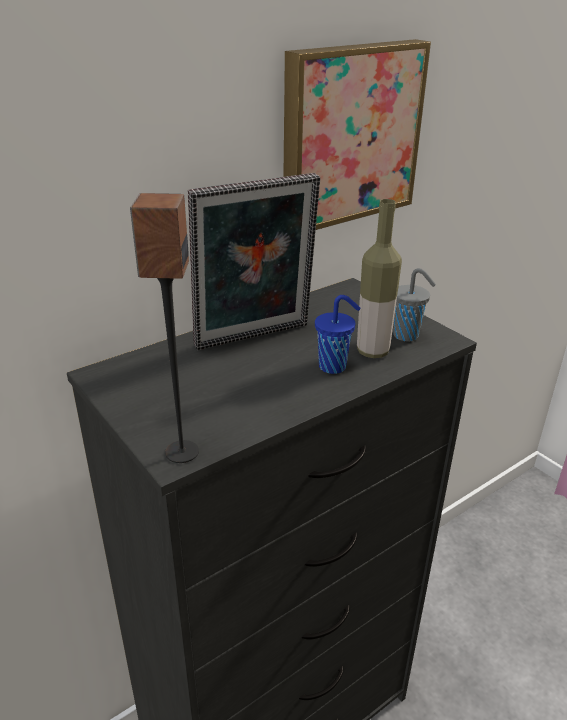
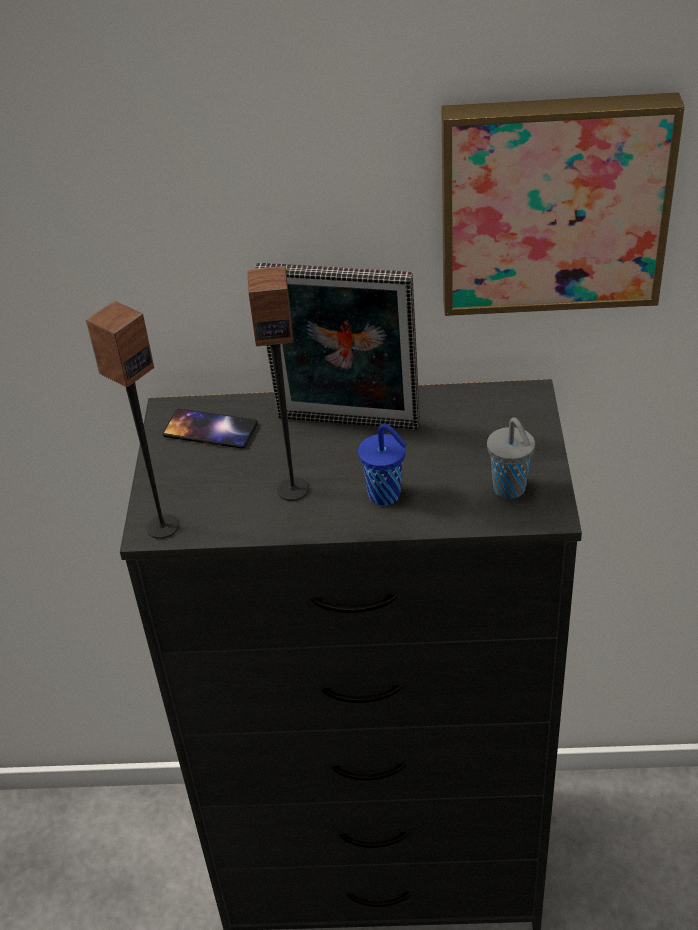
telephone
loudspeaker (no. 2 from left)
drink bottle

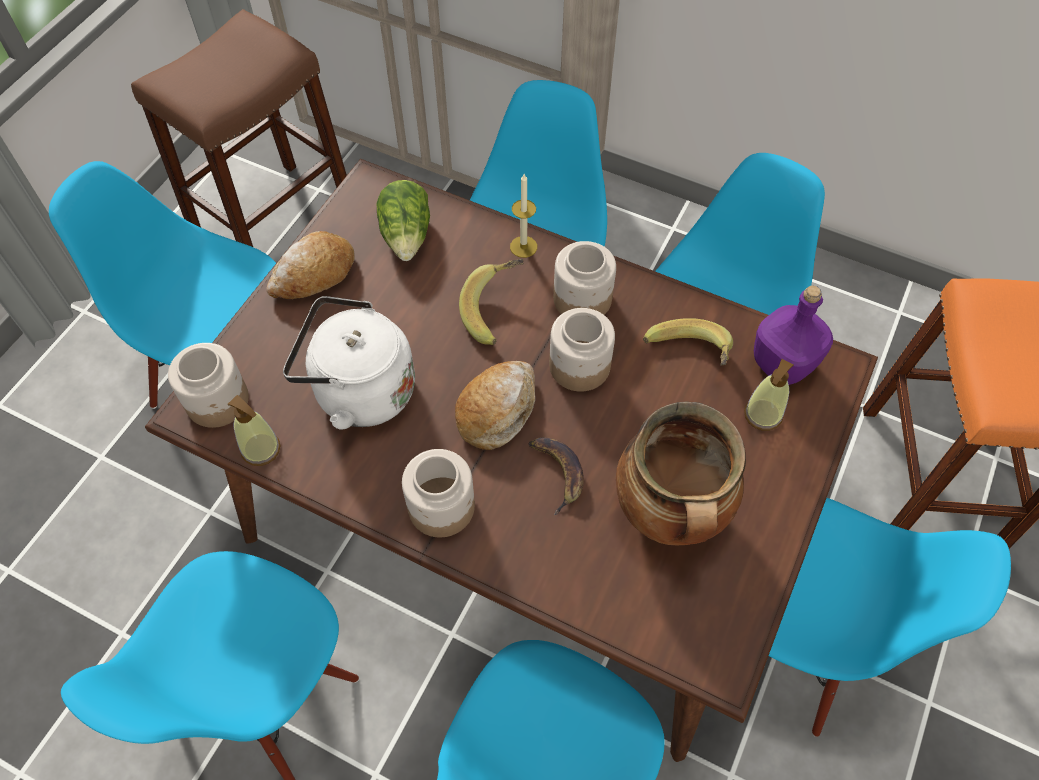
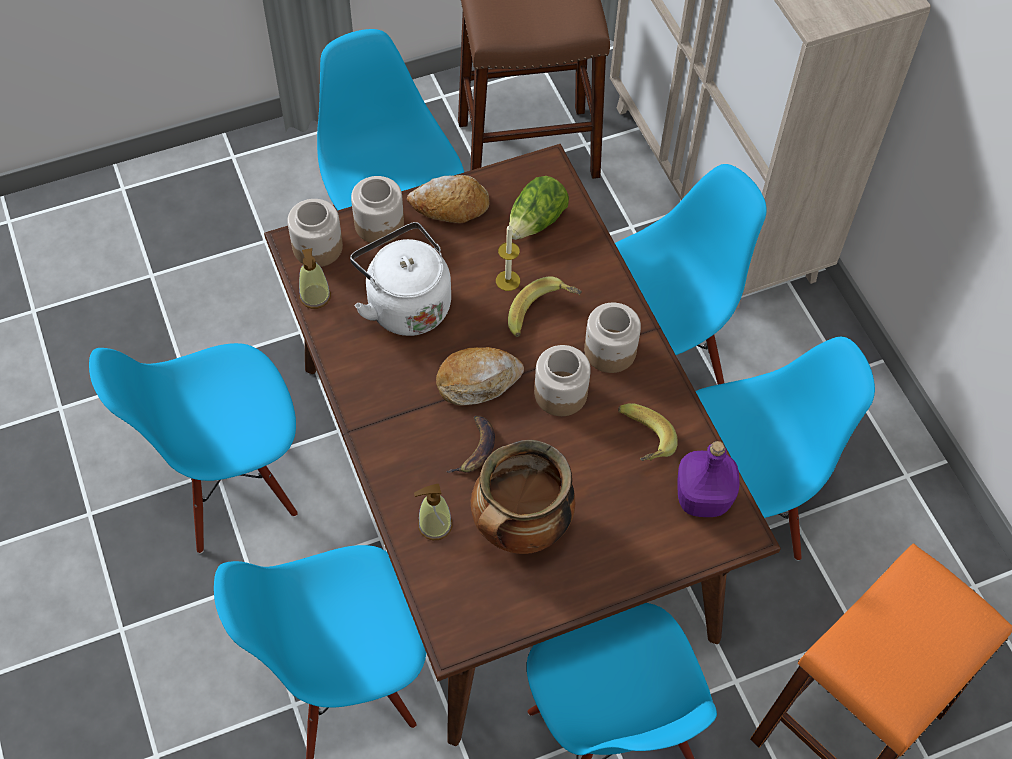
storage jar (no. 2 from left)
liquid soap bottle (no. 2 from left)
wax light

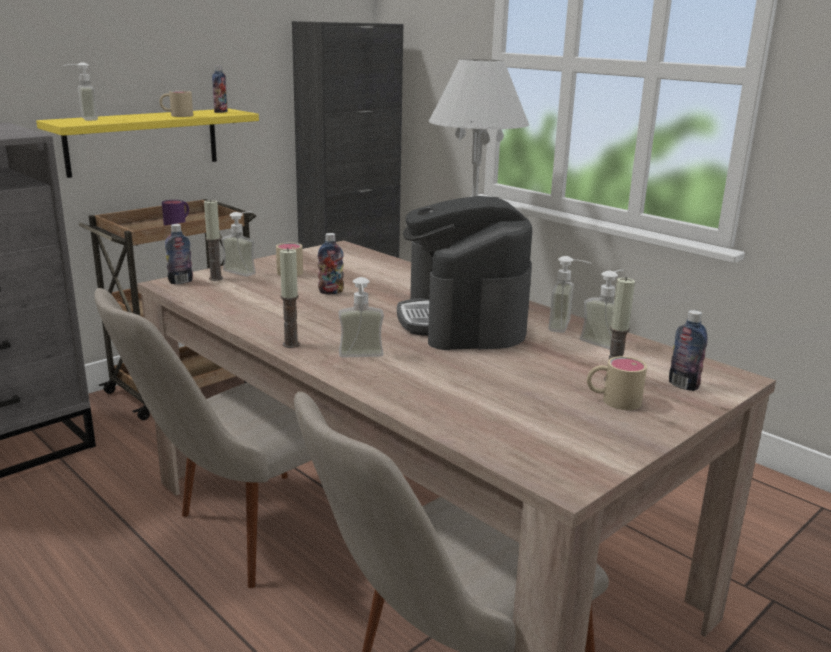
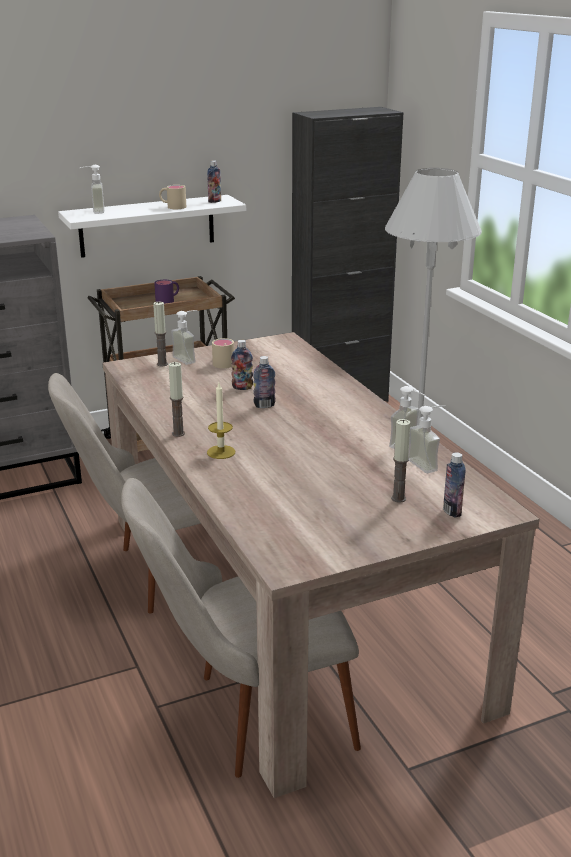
white-coloured wall shelf
wax light (no. 3 from left)
drink bottle (no. 3 from left)
coffee maker
beige tea mug (no. 3 from left in the first image)

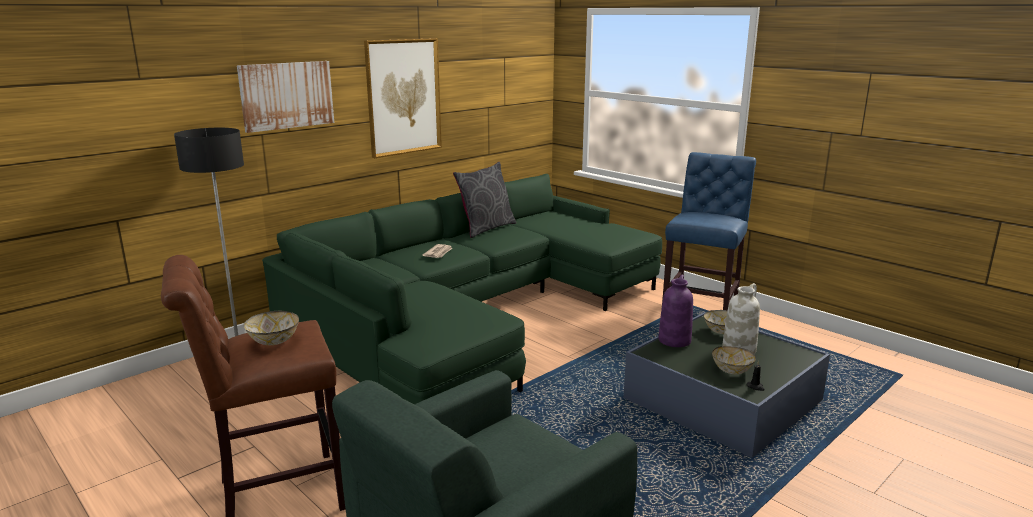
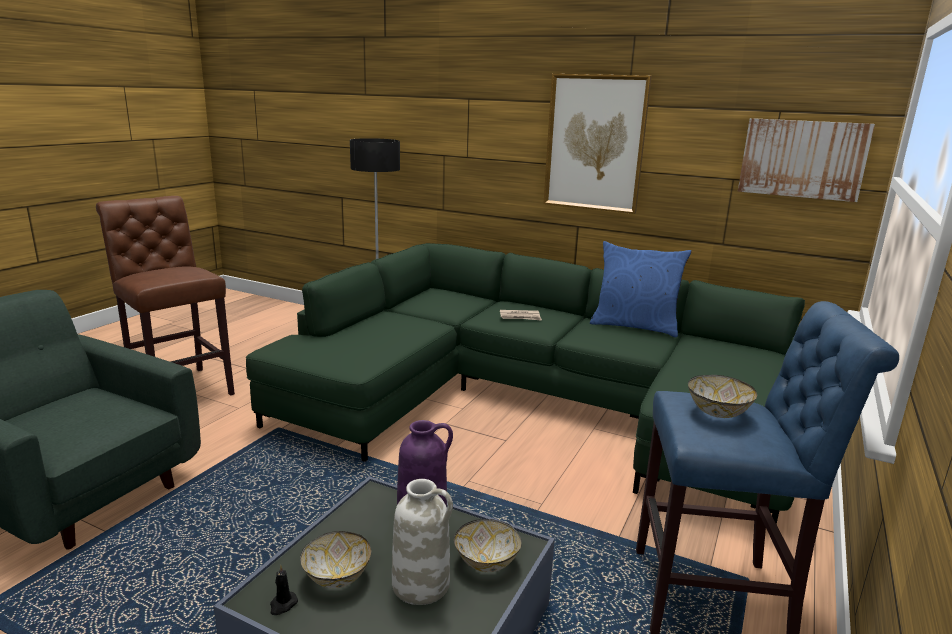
bluish cushion
serving bowl (no. 3 from left)
wall picture (no. 2 from left)

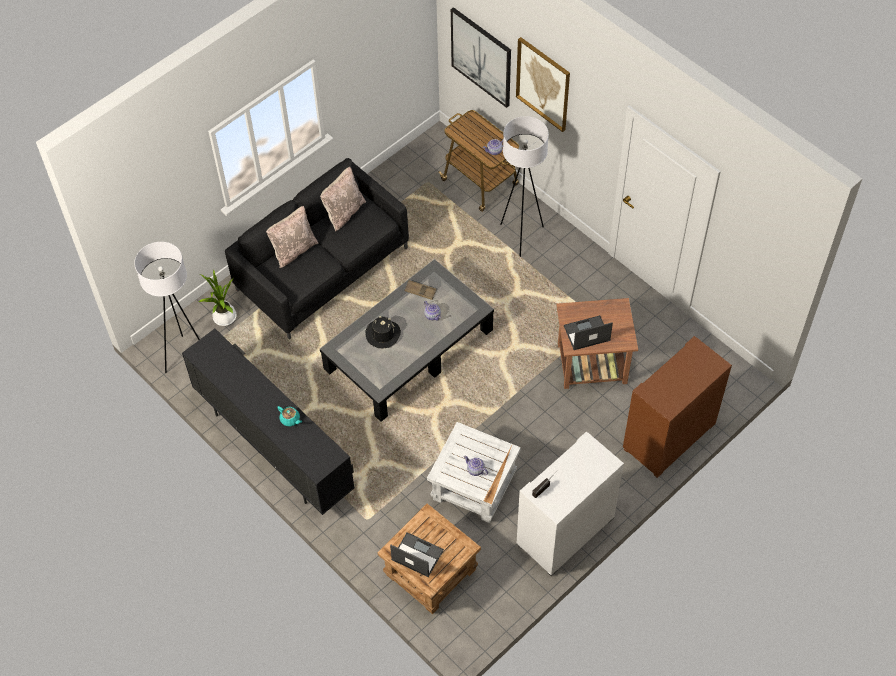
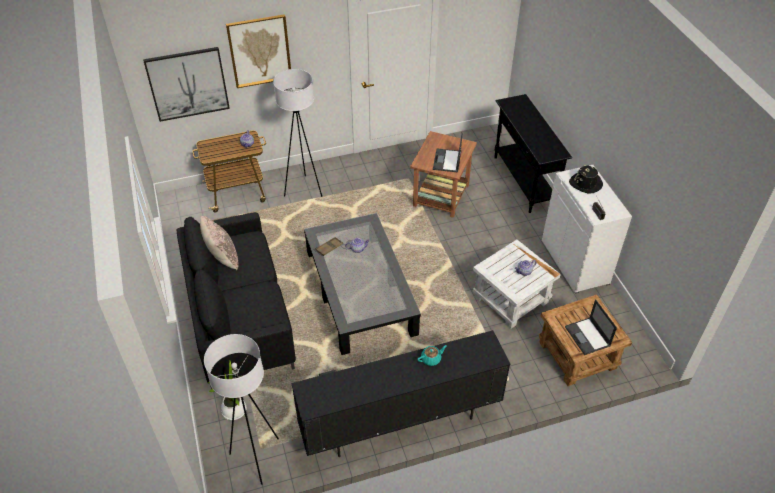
black console table
laptop (no. 2 from left)
black wearable hat
beige cushion (no. 1 from left in the first image)

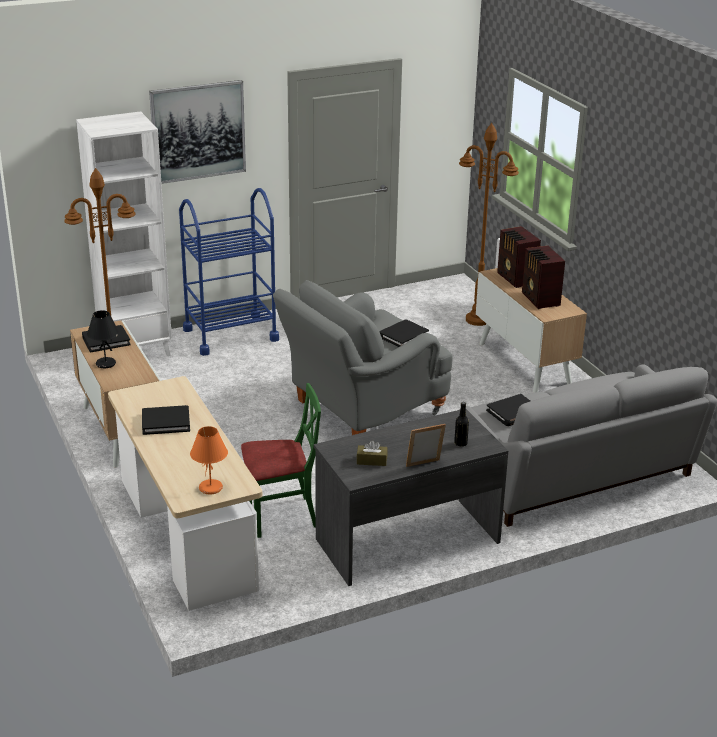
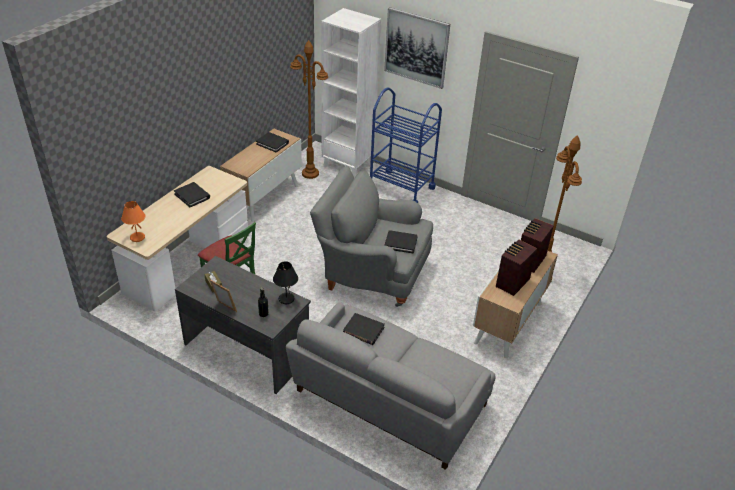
black table lamp

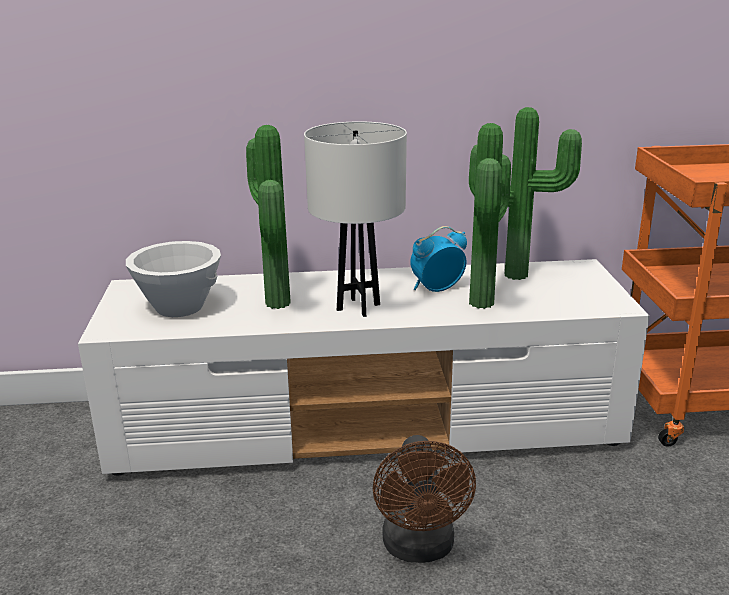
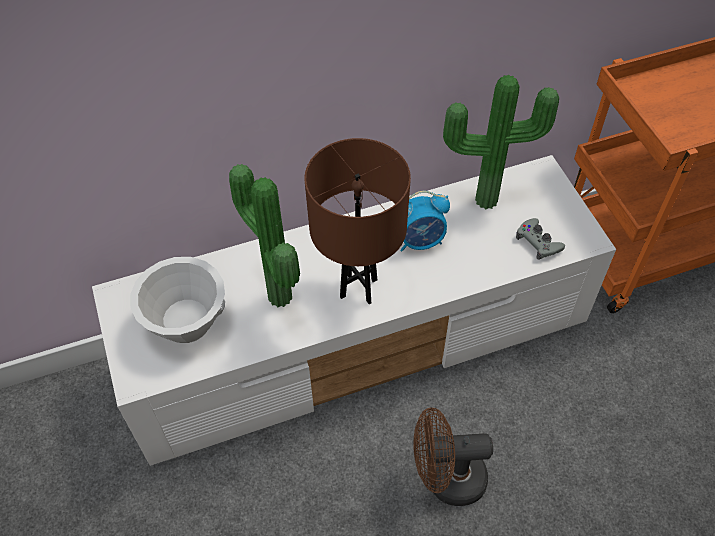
brown-coloured table lamp
table clock
brown-coloured electric fan
gray game controller
plant in a pot (no. 2 from left in the first image)

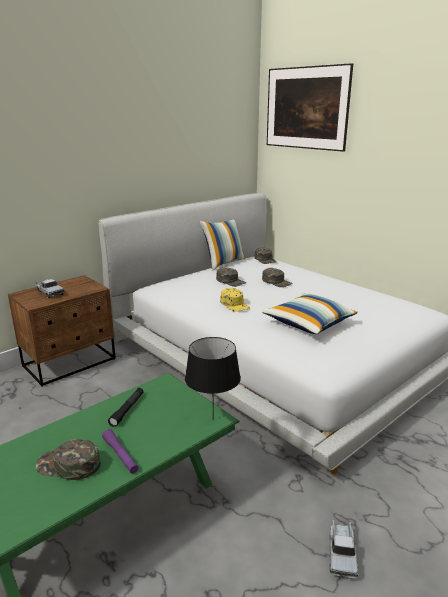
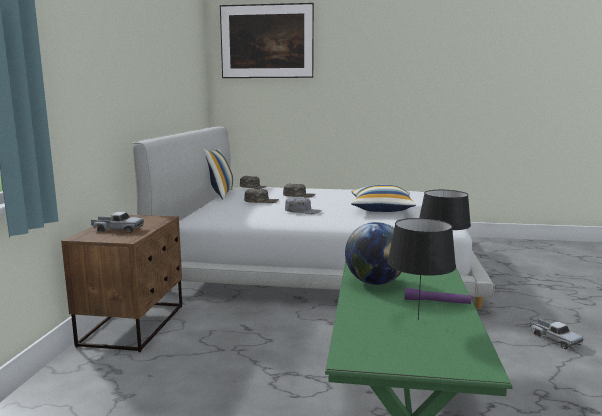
gray baseball cap
world globe
black table lamp (no. 1 from left)

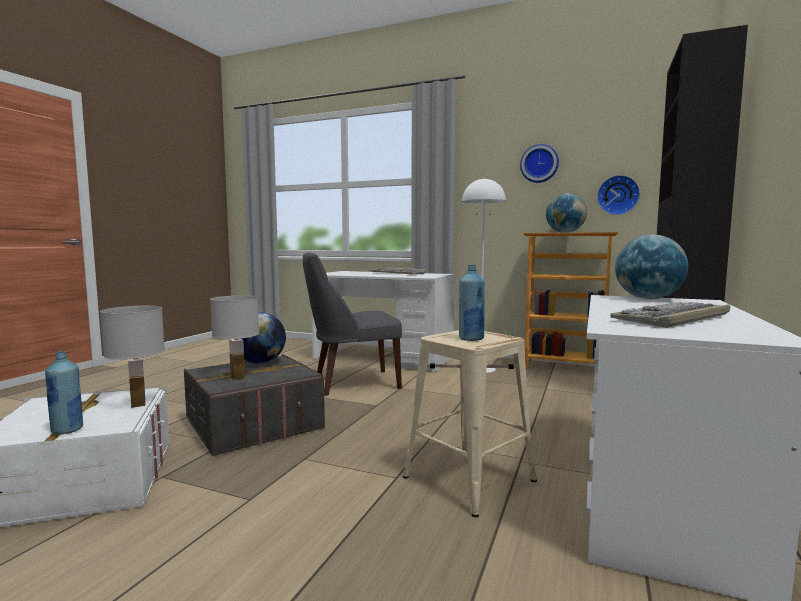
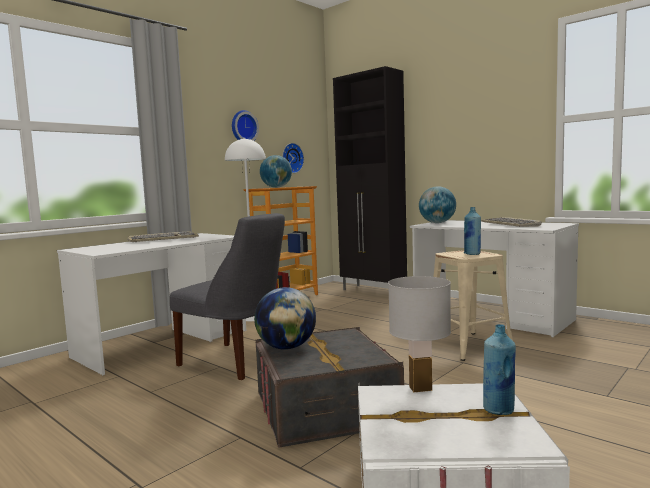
gray chair
white-coloured table lamp (no. 2 from left in the first image)

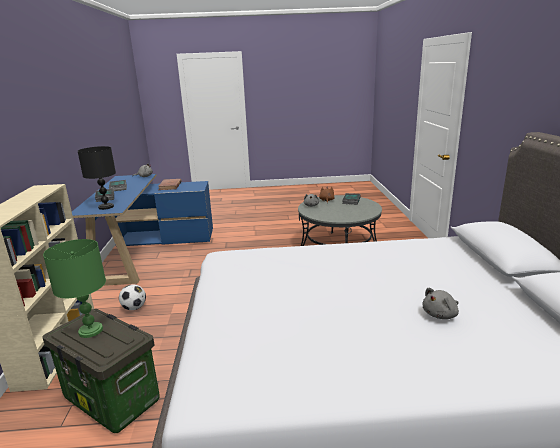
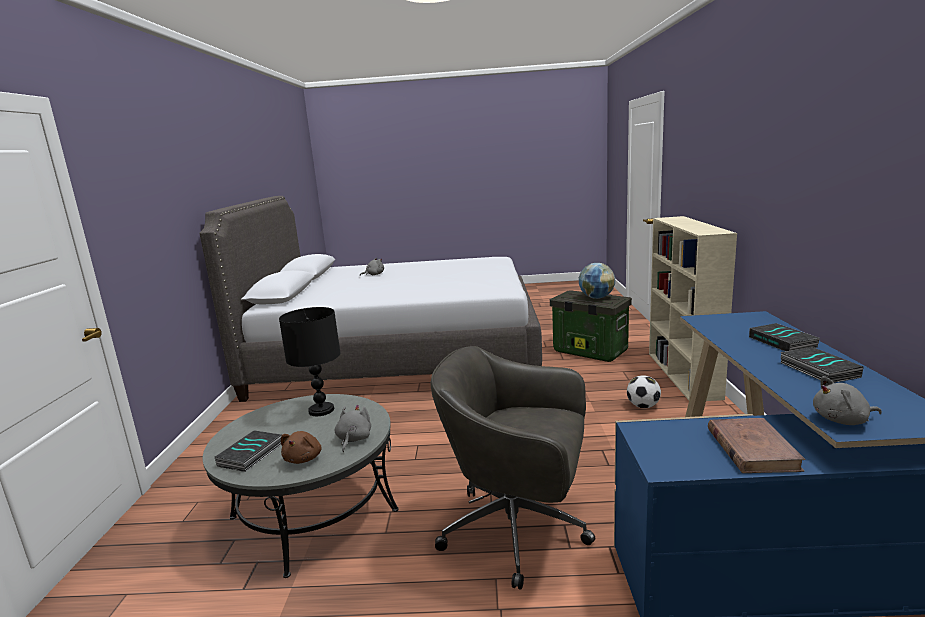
black table lamp
gray desk chair
world globe

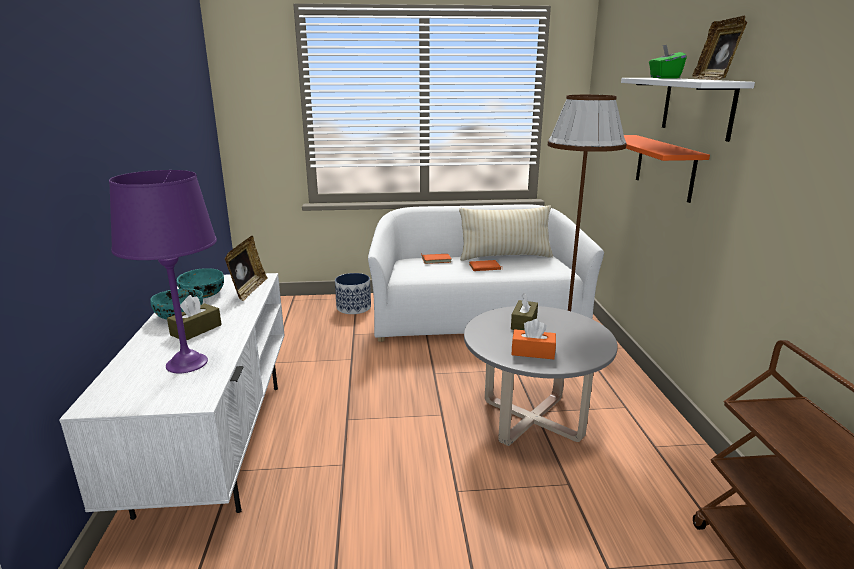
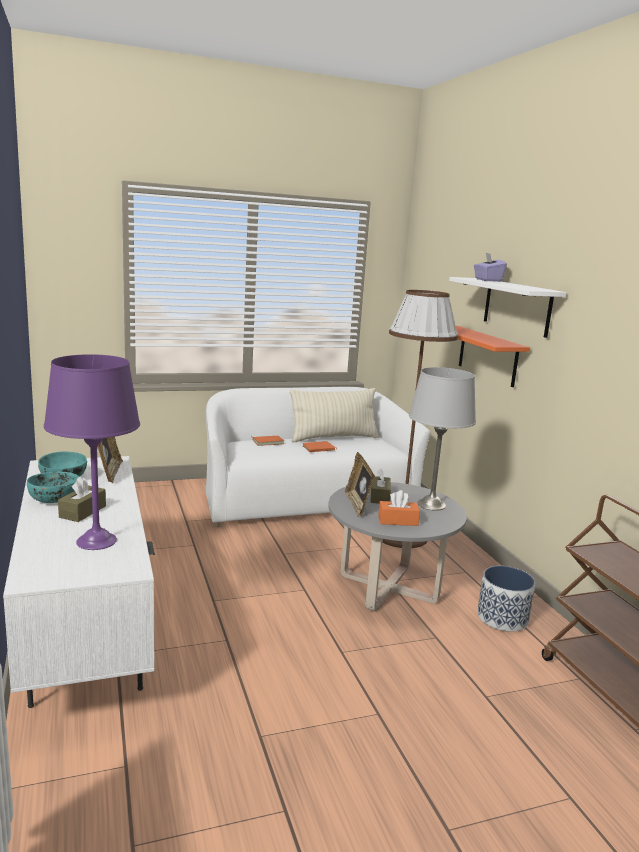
picture frame (no. 2 from left)
gray table lamp
purple tissue holder
plant pot

